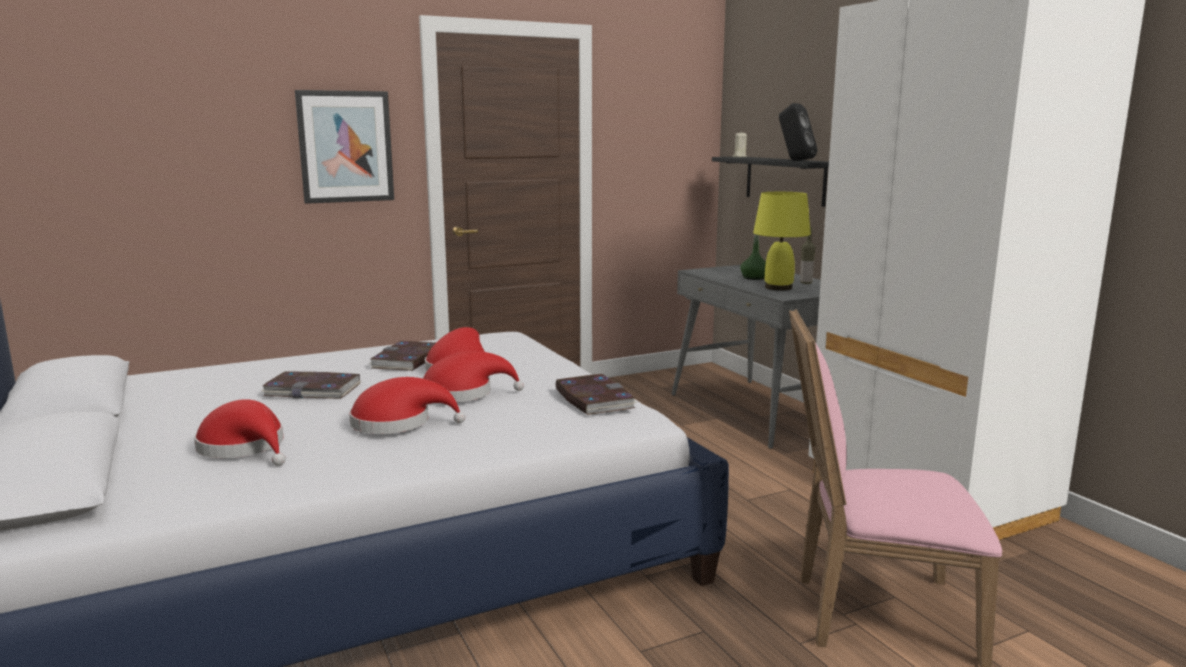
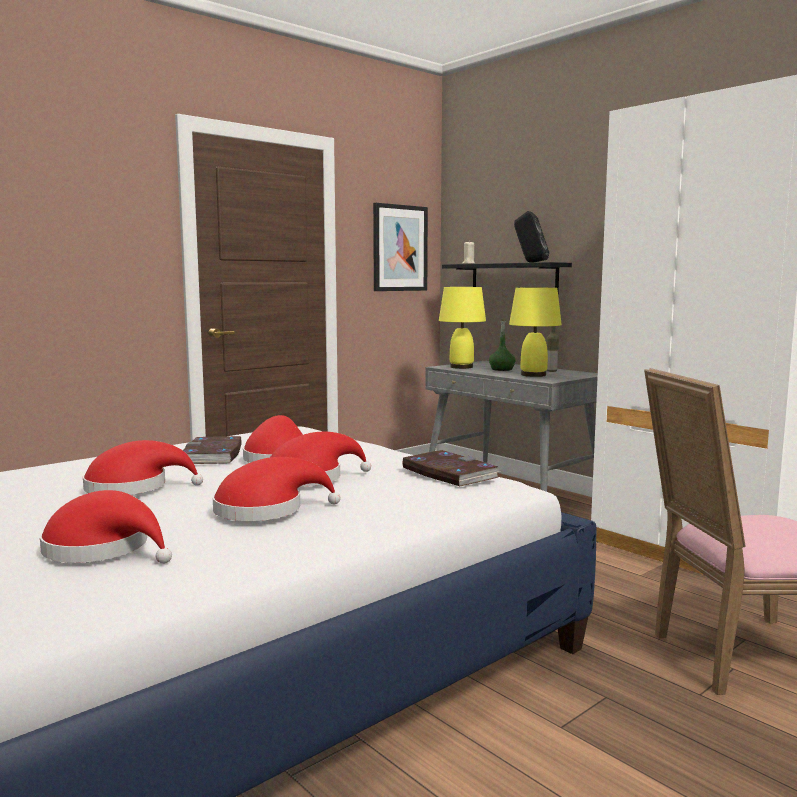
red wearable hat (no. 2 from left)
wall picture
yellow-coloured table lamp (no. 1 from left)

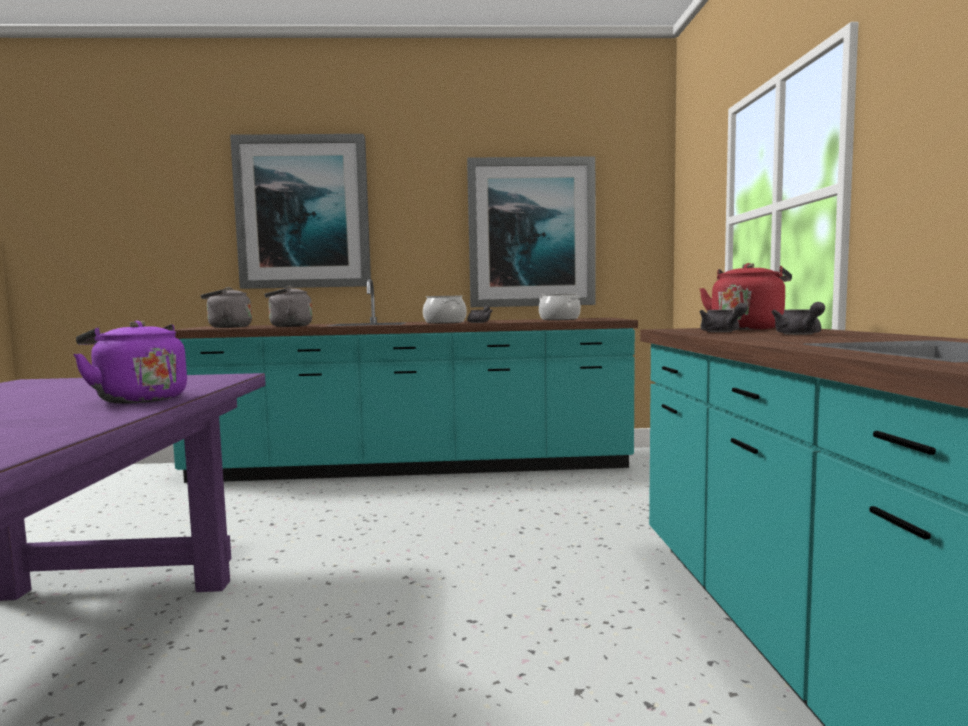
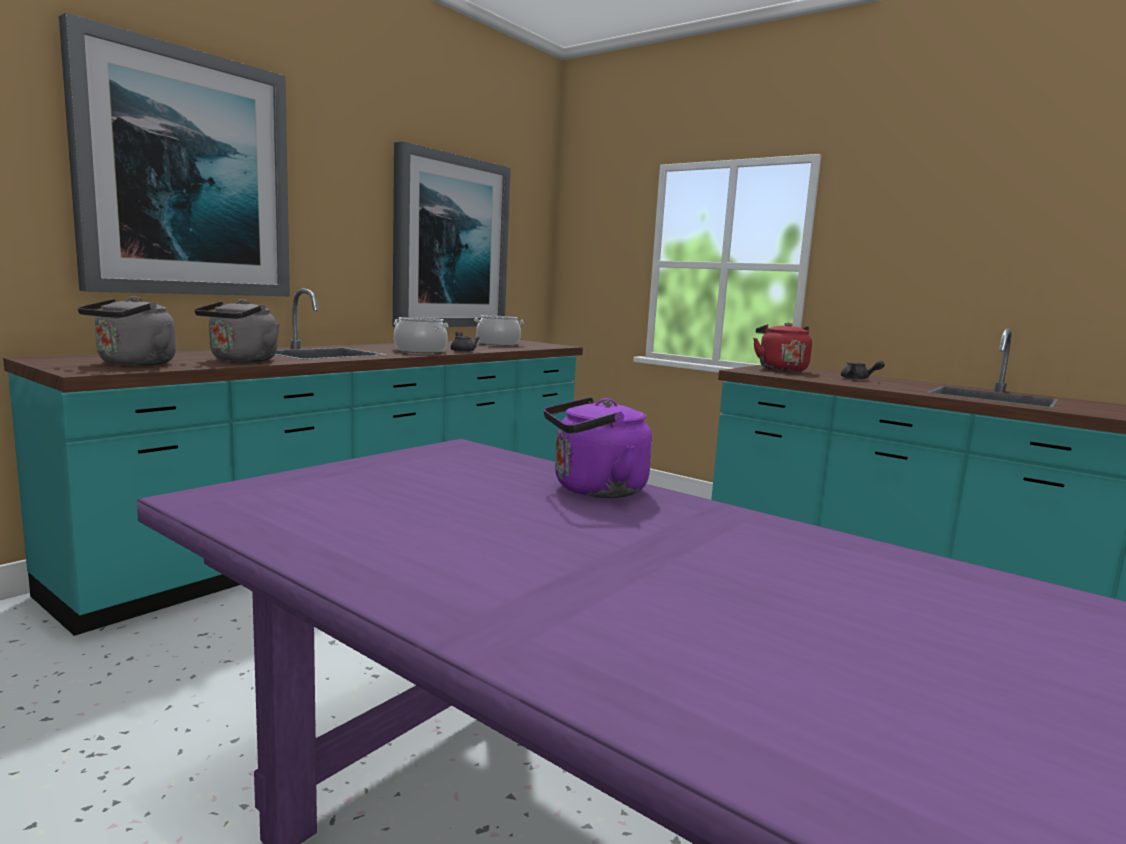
gray pot for tea (no. 2 from left in the first image)

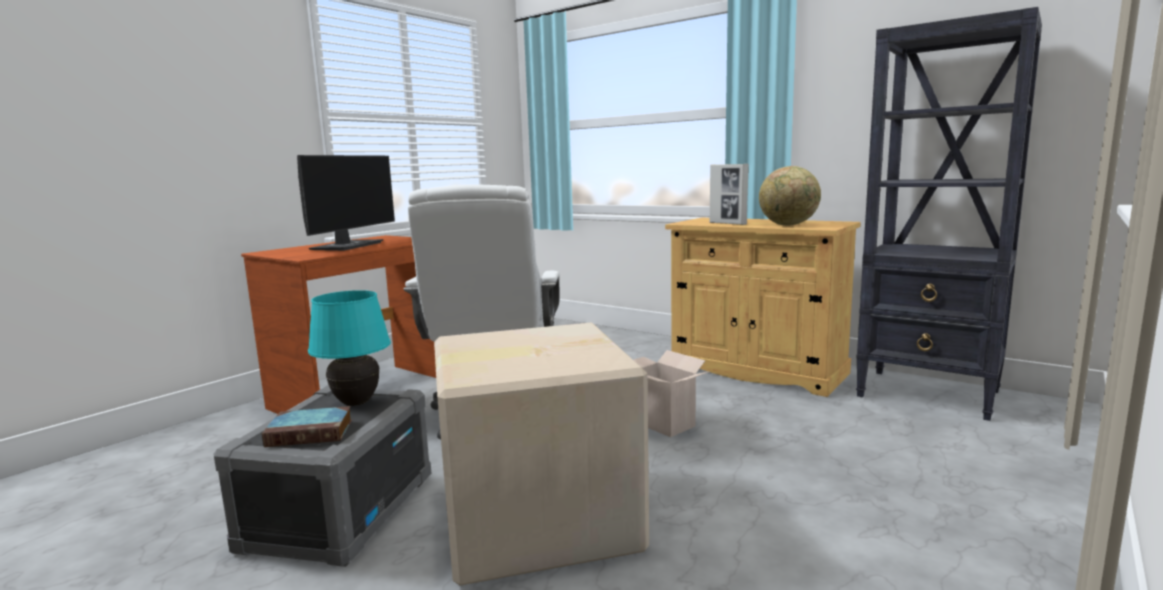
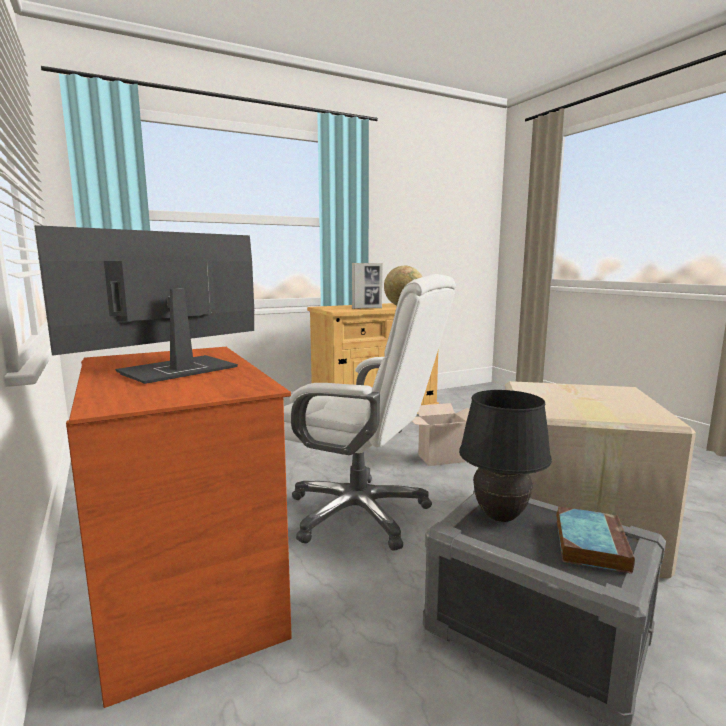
monitor
black table lamp
black bookcase

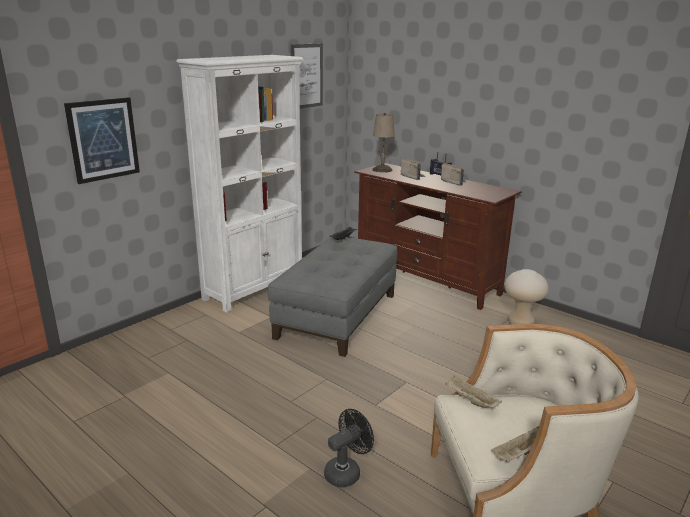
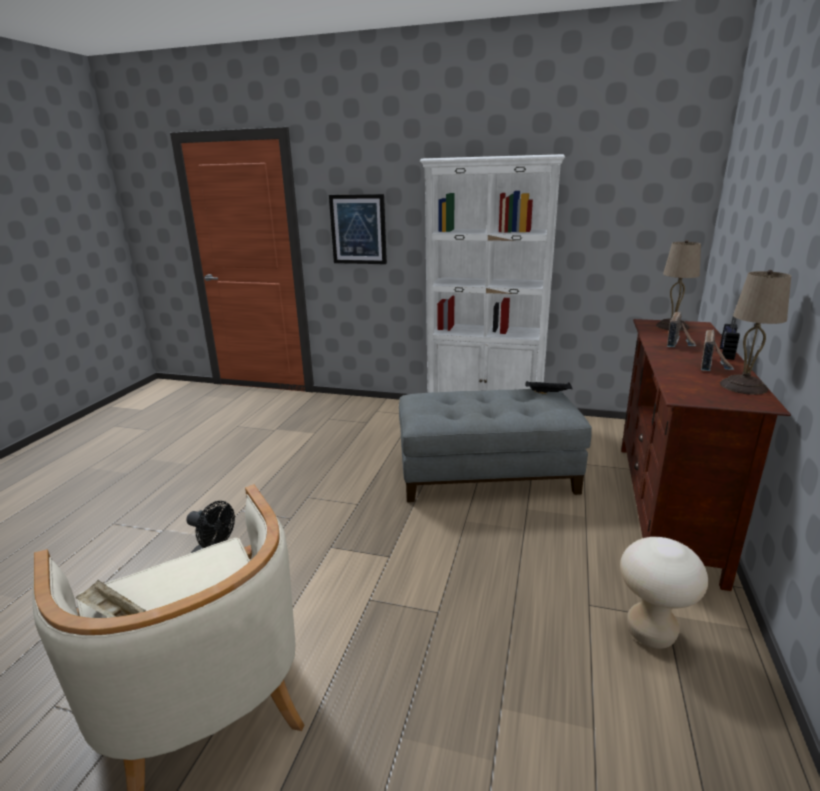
beige table lamp (no. 2 from left)
wall picture (no. 2 from left in the first image)
beige serving tray (no. 1 from left in the first image)

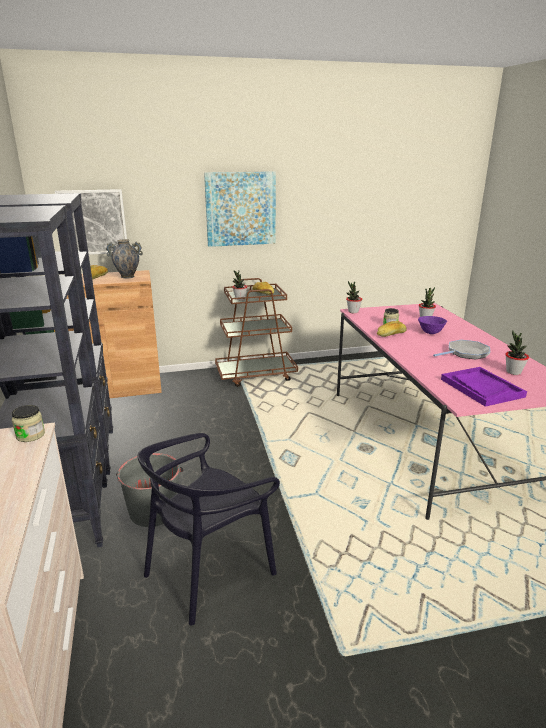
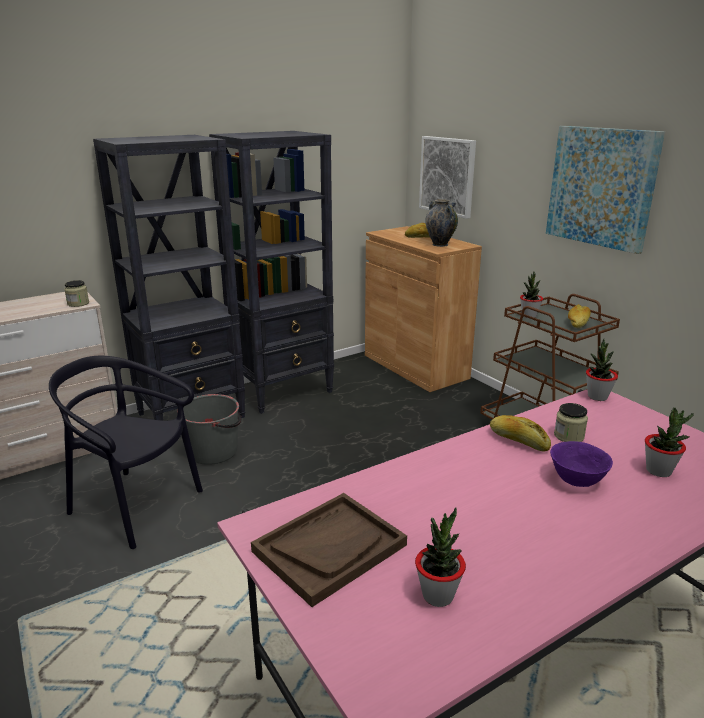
brown-coloured serving tray
pan

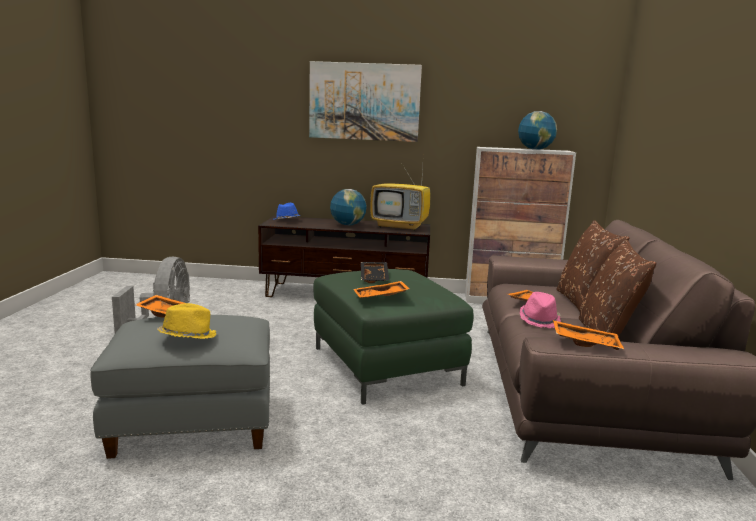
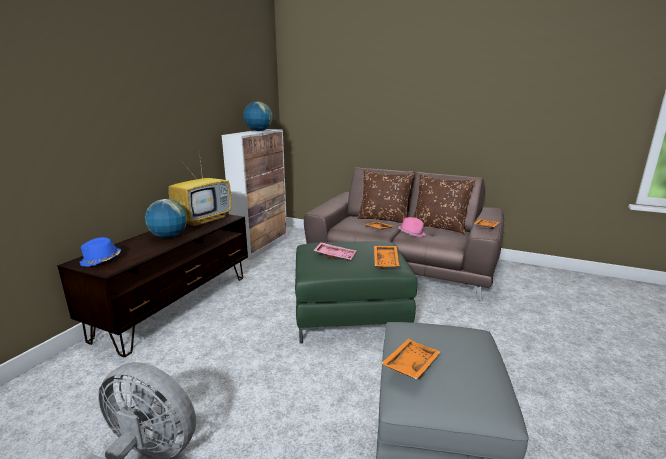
pink serving tray
yellow-coloured wearable hat
wall picture

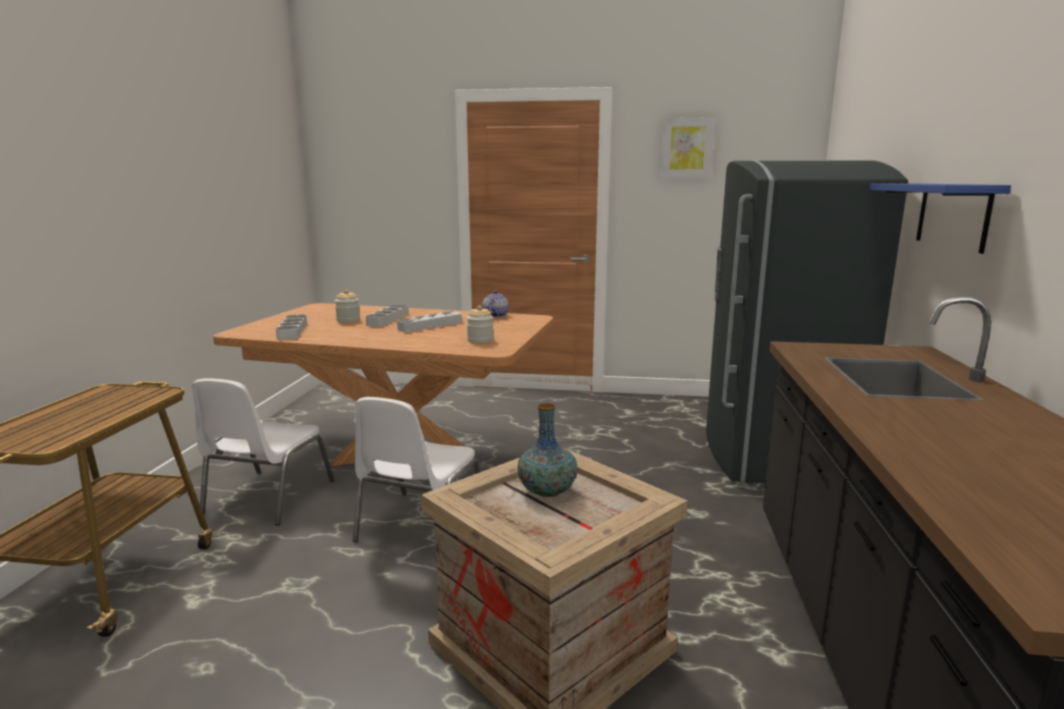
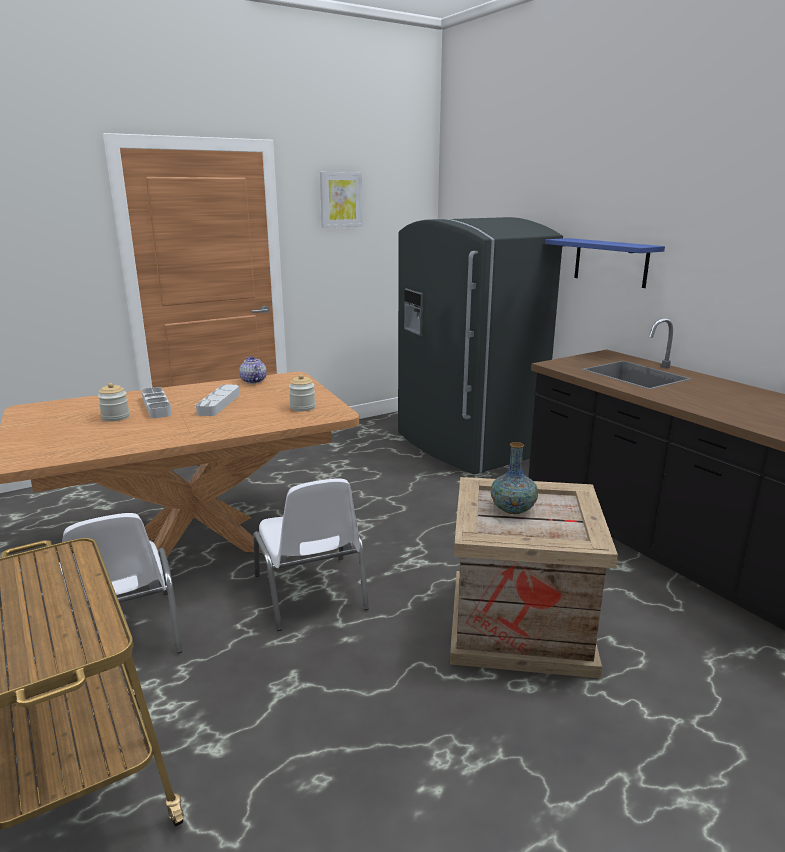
gray serving tray (no. 1 from left in the first image)

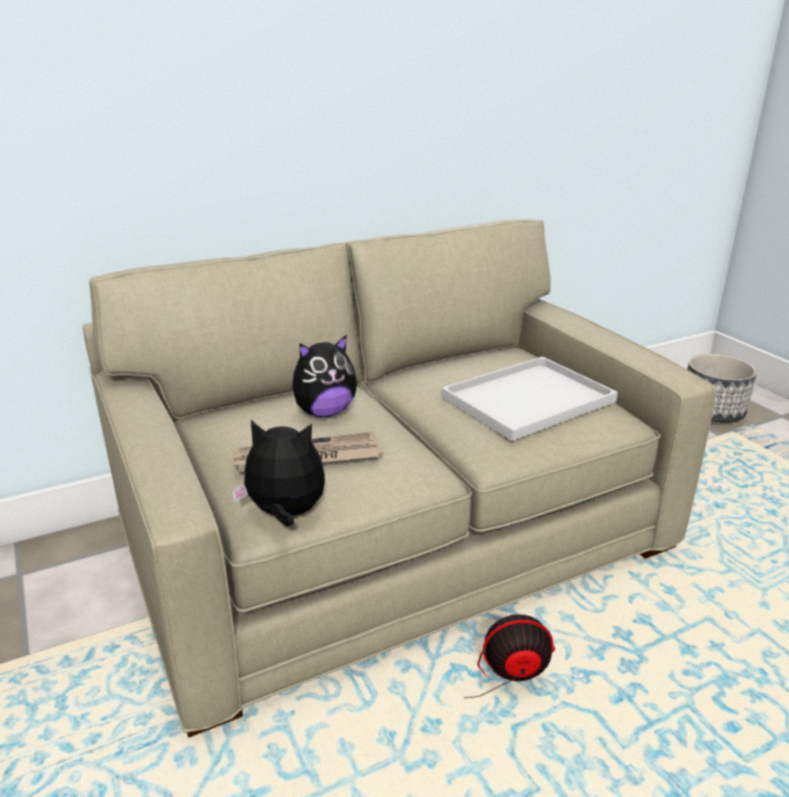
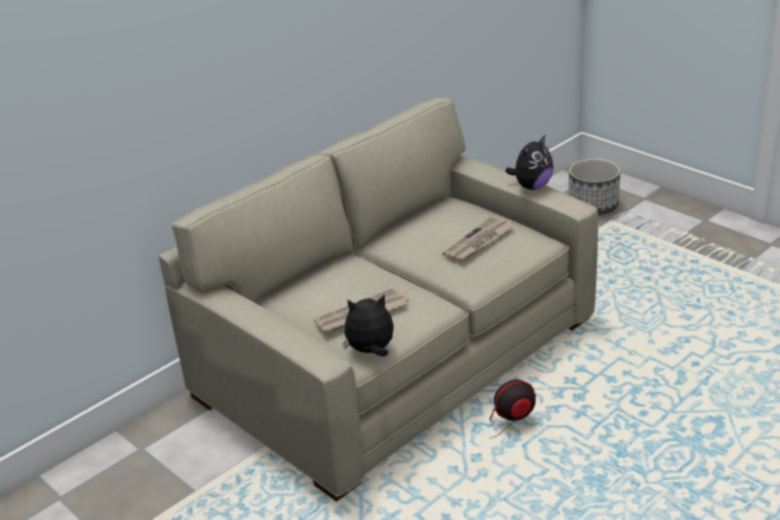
daily paper (no. 2 from left)
plush toy (no. 2 from left)

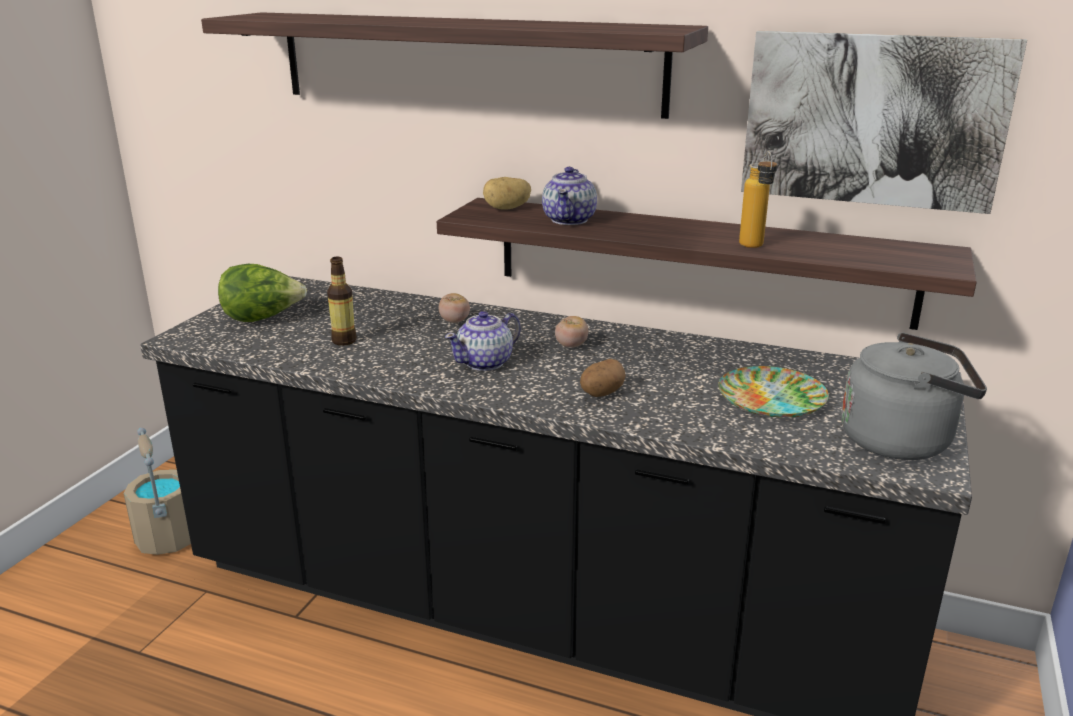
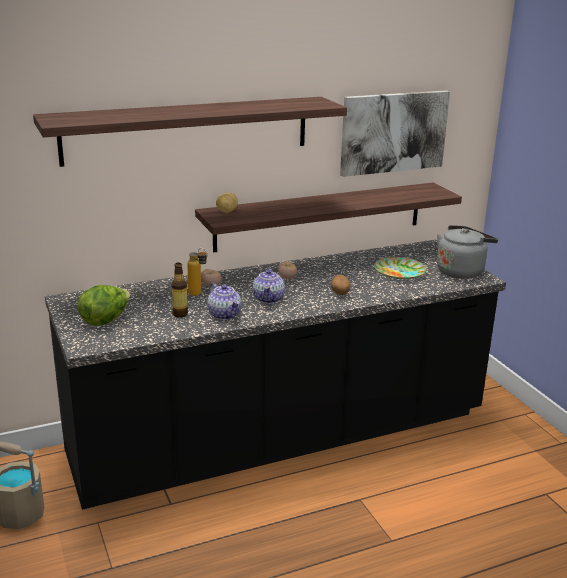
drink bottle (no. 2 from left)
pot for tea (no. 1 from left)

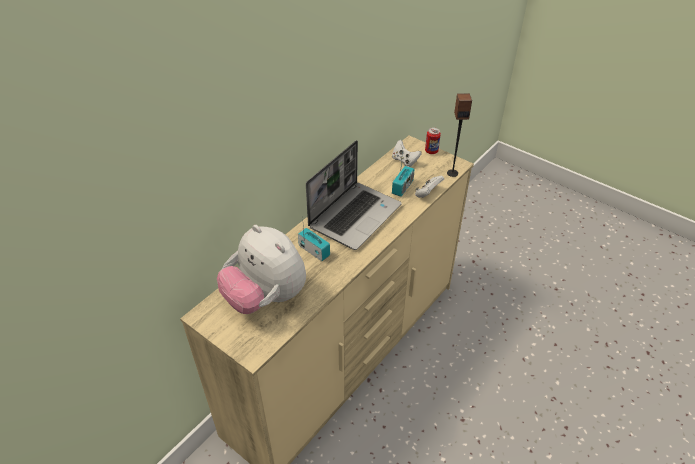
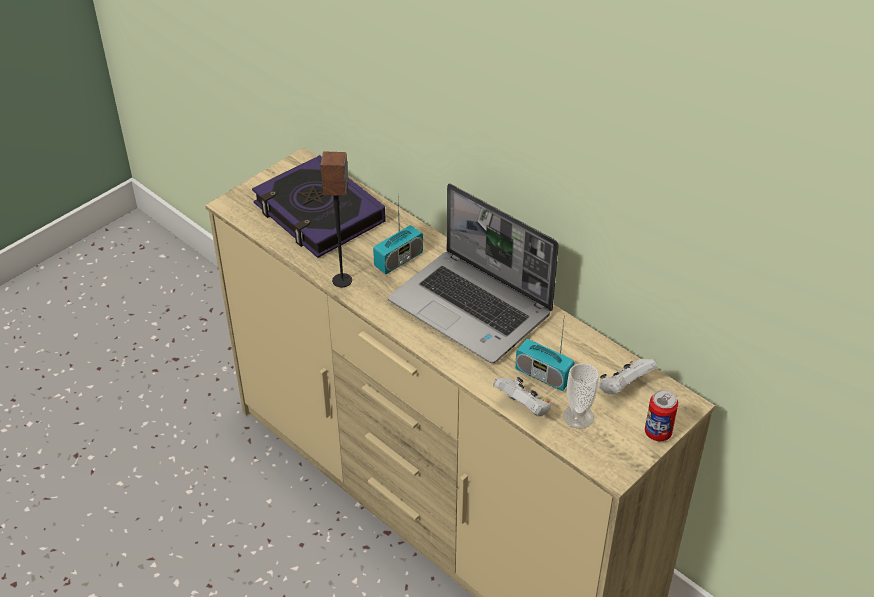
book
loudspeaker
cup

